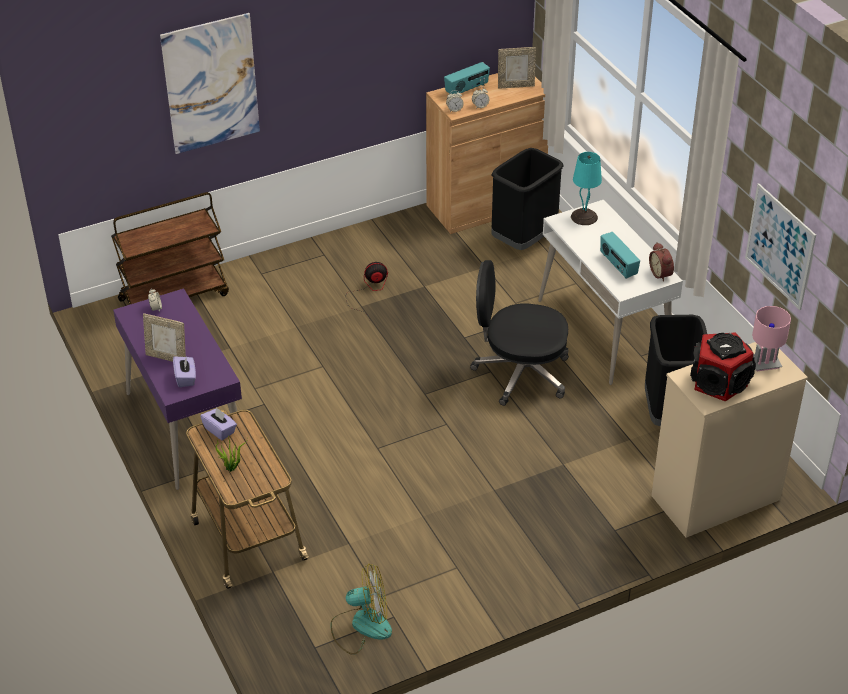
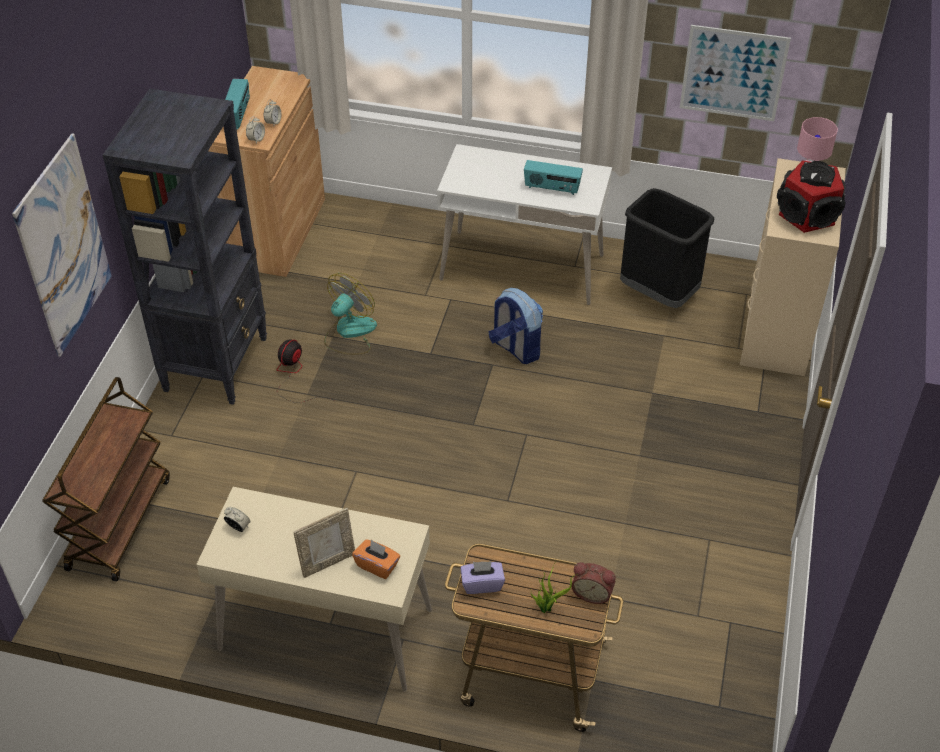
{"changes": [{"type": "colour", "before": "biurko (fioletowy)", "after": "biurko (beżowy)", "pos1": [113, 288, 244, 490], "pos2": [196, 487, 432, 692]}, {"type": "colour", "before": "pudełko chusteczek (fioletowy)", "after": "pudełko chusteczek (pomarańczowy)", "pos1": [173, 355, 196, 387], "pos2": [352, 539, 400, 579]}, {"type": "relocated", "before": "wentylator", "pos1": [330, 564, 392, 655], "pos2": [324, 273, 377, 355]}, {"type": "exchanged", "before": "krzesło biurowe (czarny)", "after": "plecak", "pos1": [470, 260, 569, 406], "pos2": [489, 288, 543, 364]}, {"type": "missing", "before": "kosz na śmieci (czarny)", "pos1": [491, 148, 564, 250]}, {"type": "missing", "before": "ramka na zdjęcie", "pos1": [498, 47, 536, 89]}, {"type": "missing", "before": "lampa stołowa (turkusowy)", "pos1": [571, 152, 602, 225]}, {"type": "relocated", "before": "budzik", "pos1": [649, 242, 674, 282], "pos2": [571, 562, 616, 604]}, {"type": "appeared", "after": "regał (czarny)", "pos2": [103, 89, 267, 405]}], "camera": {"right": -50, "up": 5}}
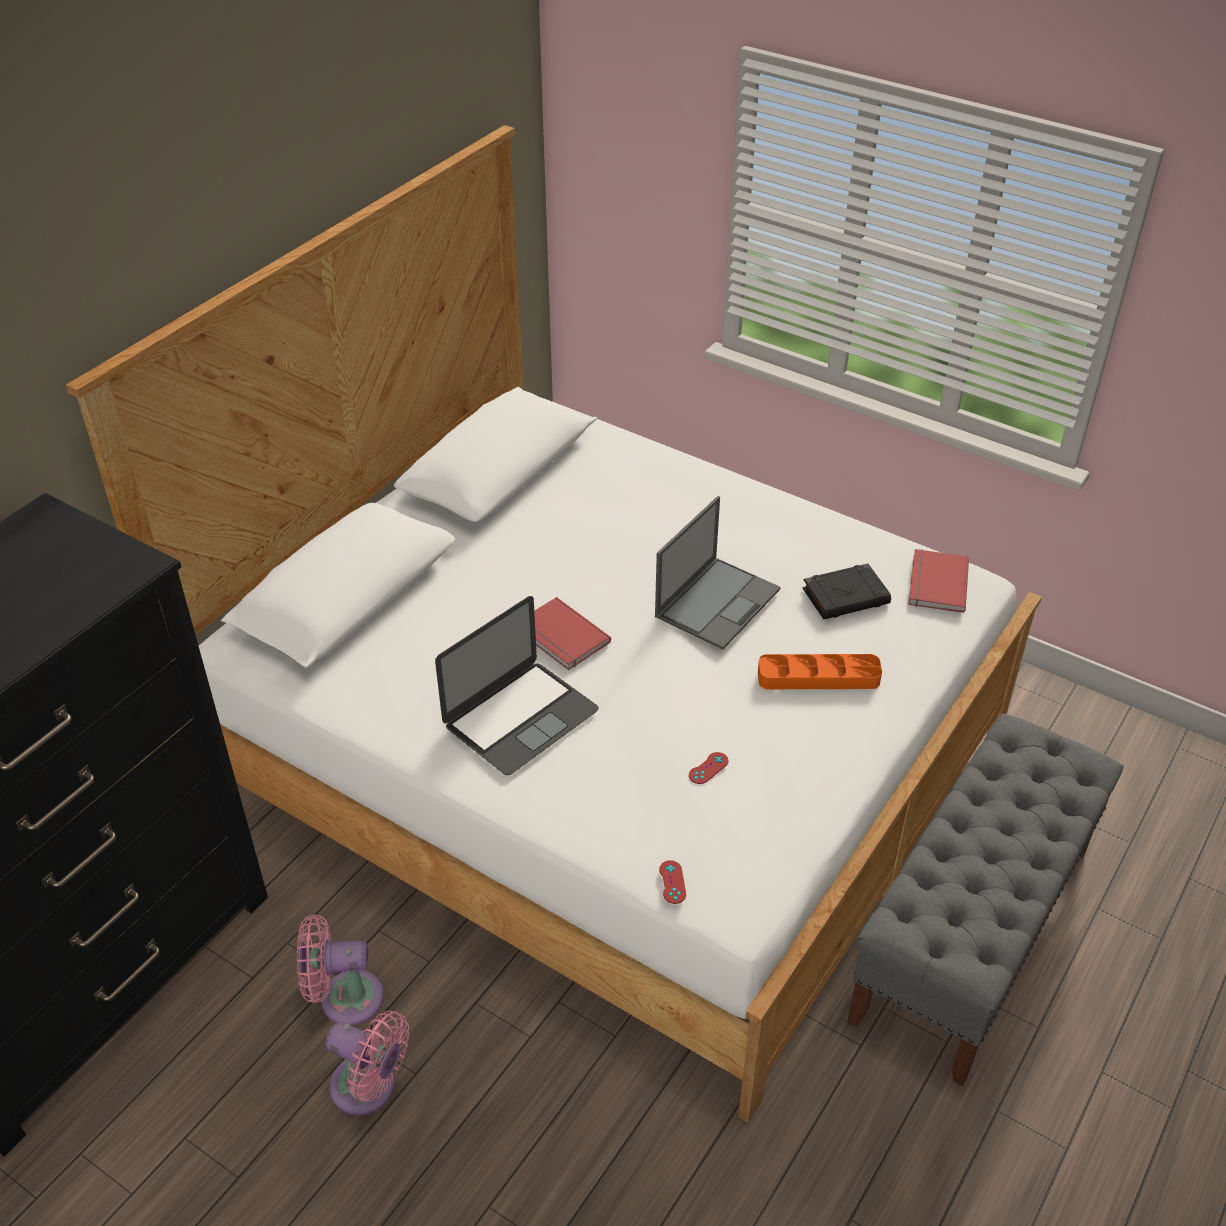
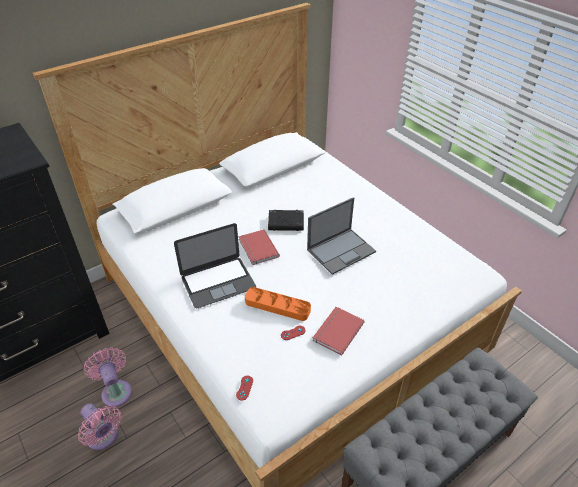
{"changes": [{"type": "spun", "before": "wentylator (różowy)", "pos1": [297, 914, 384, 1026], "pos2": [84, 347, 132, 407], "turn": 45}, {"type": "relocated", "before": "taca (pomarańczowy)", "pos1": [758, 654, 882, 689], "pos2": [245, 287, 311, 321]}, {"type": "relocated", "before": "książka (czarny)", "pos1": [803, 563, 891, 620], "pos2": [268, 210, 304, 231]}, {"type": "relocated", "before": "książka (czerwony)", "pos1": [908, 549, 969, 613], "pos2": [312, 307, 365, 356]}], "camera": {"right": 20, "up": 0}}
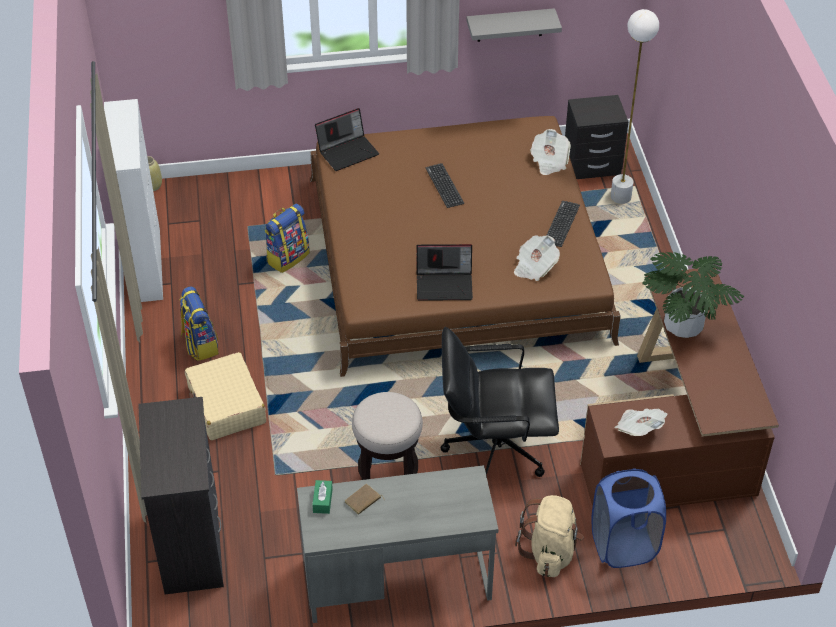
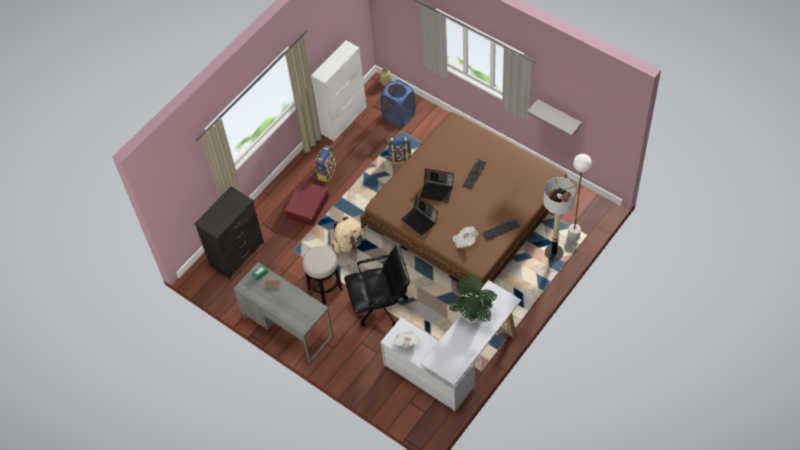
{"changes": [{"type": "colour", "before": "walizka (beżowy)", "after": "walizka (czerwony)", "pos1": [185, 352, 266, 440], "pos2": [285, 180, 329, 226]}, {"type": "relocated", "before": "laptop", "pos1": [315, 108, 379, 171], "pos2": [420, 168, 454, 203]}, {"type": "spun", "before": "krzesło biurowe (czarny)", "pos1": [441, 327, 559, 477], "pos2": [344, 245, 410, 326], "turn": 120}, {"type": "relocated", "before": "plecak (beżowy)", "pos1": [515, 495, 584, 577], "pos2": [332, 216, 365, 253]}, {"type": "missing", "before": "gazeta", "pos1": [530, 129, 571, 175]}, {"type": "missing", "before": "szafka nocna (czarny)", "pos1": [565, 95, 628, 179]}, {"type": "colour", "before": "biurko (brązowy)", "after": "biurko (biały)", "pos1": [580, 267, 779, 507], "pos2": [381, 280, 521, 411]}, {"type": "relocated", "before": "kosz na pranie (niebieski)", "pos1": [591, 468, 666, 568], "pos2": [380, 80, 416, 126]}, {"type": "appeared", "after": "lampa stojąca", "pos2": [544, 177, 576, 261]}], "camera": {"right": 50, "up": 10}}
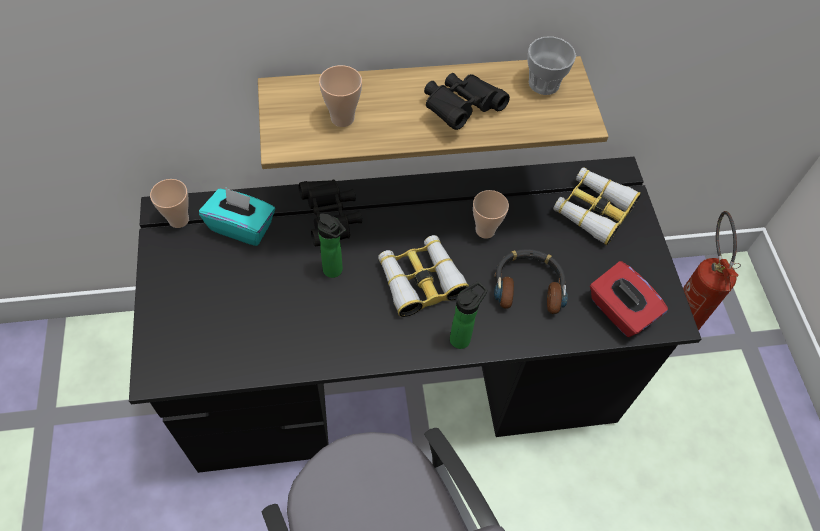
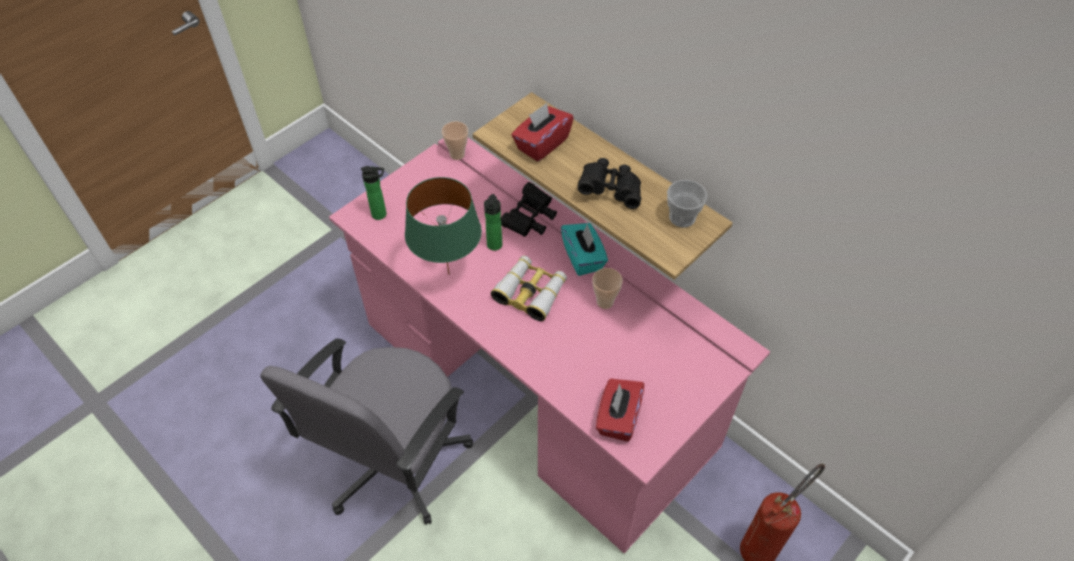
{"changes": [{"type": "colour", "before": "biurko (czarny)", "after": "biurko (różowy)", "pos1": [129, 157, 701, 473], "pos2": [329, 138, 770, 553]}, {"type": "relocated", "before": "pudełko chusteczek (turkusowy)", "pos1": [199, 187, 275, 246], "pos2": [561, 223, 608, 276]}, {"type": "exchanged", "before": "filiżanka", "after": "pudełko chusteczek (czerwony)", "pos1": [319, 65, 362, 127], "pos2": [511, 103, 574, 162]}, {"type": "relocated", "before": "butelka", "pos1": [450, 281, 488, 349], "pos2": [361, 166, 387, 220]}, {"type": "missing", "before": "słuchawki", "pos1": [494, 249, 568, 314]}, {"type": "missing", "before": "lornetka", "pos1": [553, 167, 641, 245]}, {"type": "appeared", "after": "lampa stołowa (zielony)", "pos2": [405, 177, 482, 275]}], "camera": {"right": 55, "up": -5}}
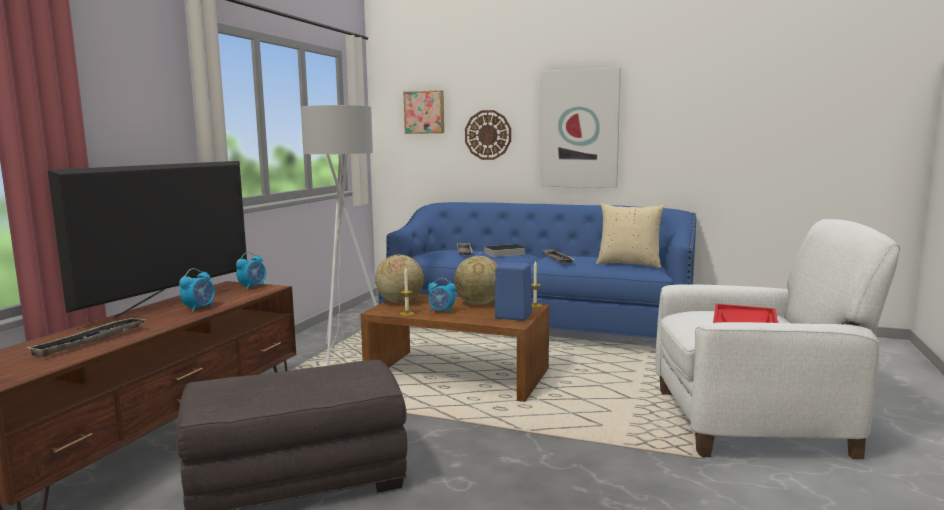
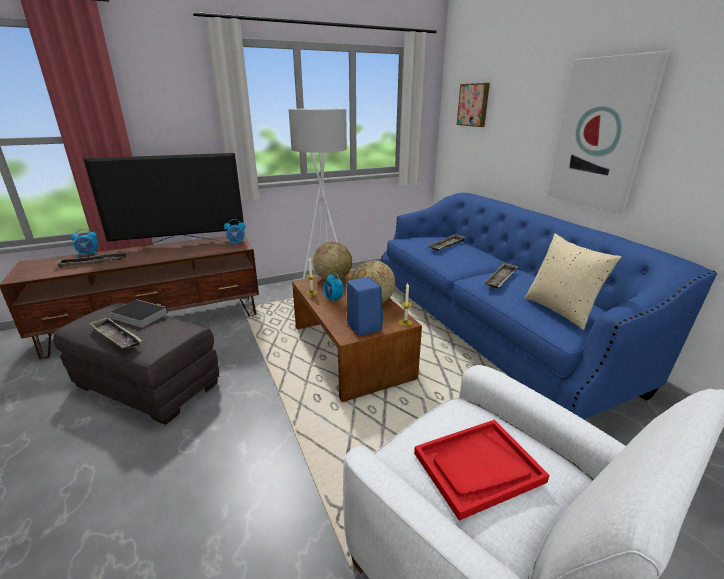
{"changes": [{"type": "relocated", "before": "budzik", "pos1": [179, 268, 215, 312], "pos2": [71, 229, 98, 257]}, {"type": "missing", "before": "zegar ścienny", "pos1": [465, 110, 511, 160]}, {"type": "relocated", "before": "książka", "pos1": [478, 244, 525, 257], "pos2": [111, 299, 168, 328]}, {"type": "appeared", "after": "taca", "pos2": [89, 317, 142, 349]}], "camera": {"right": 45, "up": 15}}
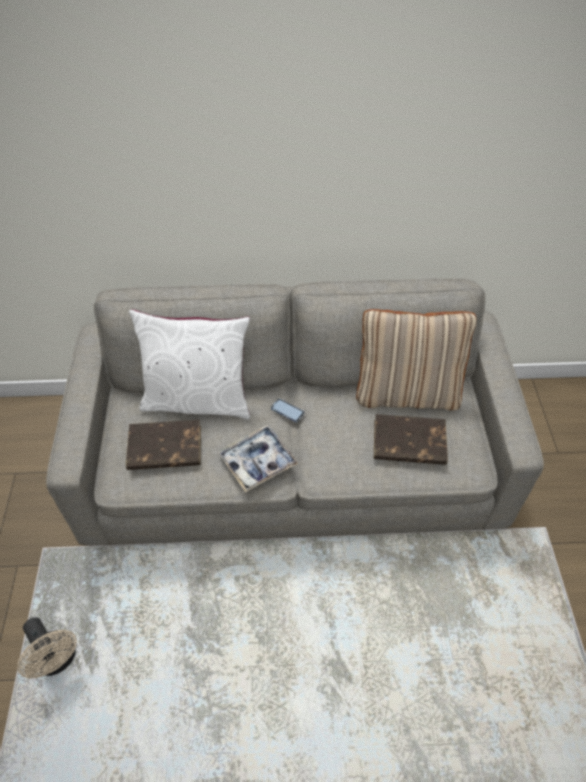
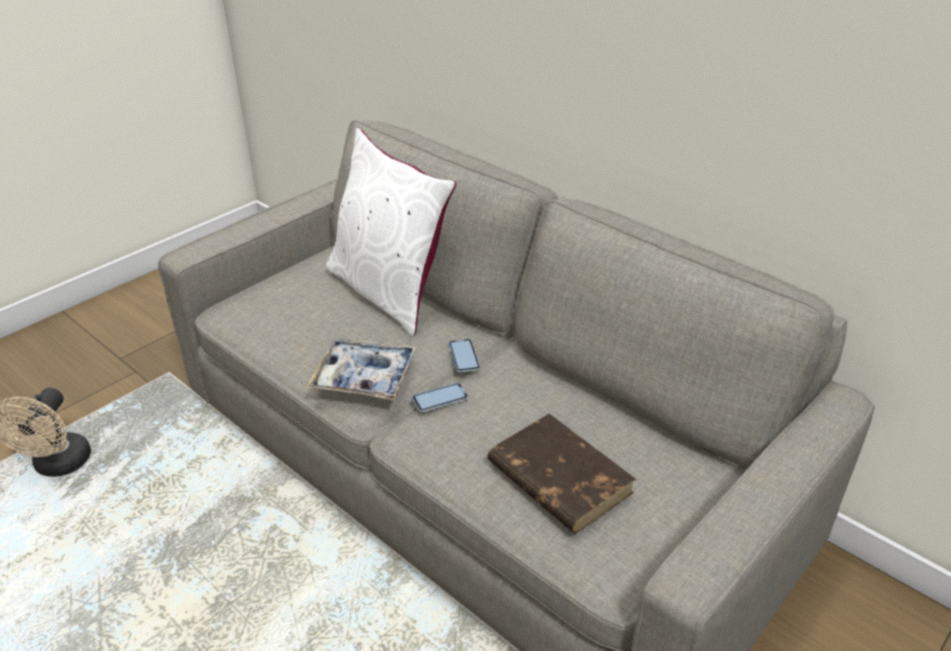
{"changes": [{"type": "missing", "before": "książka (brązowy)", "pos1": [126, 420, 201, 470]}, {"type": "missing", "before": "poduszka (beżowy)", "pos1": [356, 309, 477, 411]}, {"type": "appeared", "after": "telefon", "pos2": [412, 383, 468, 412]}], "camera": {"right": 45, "up": -15}}
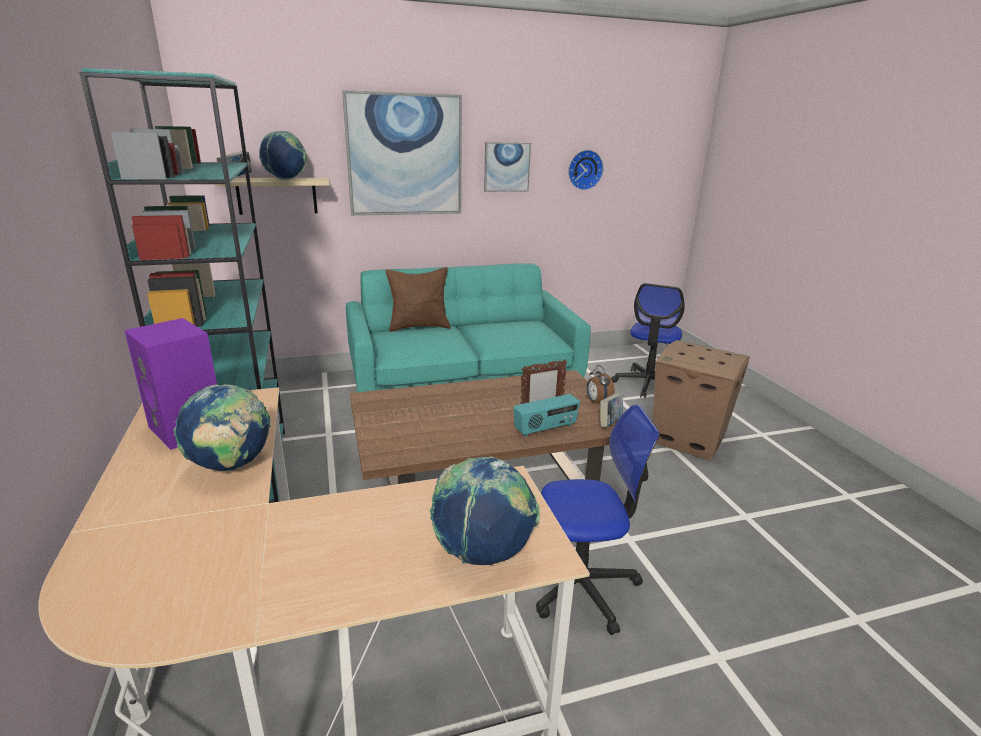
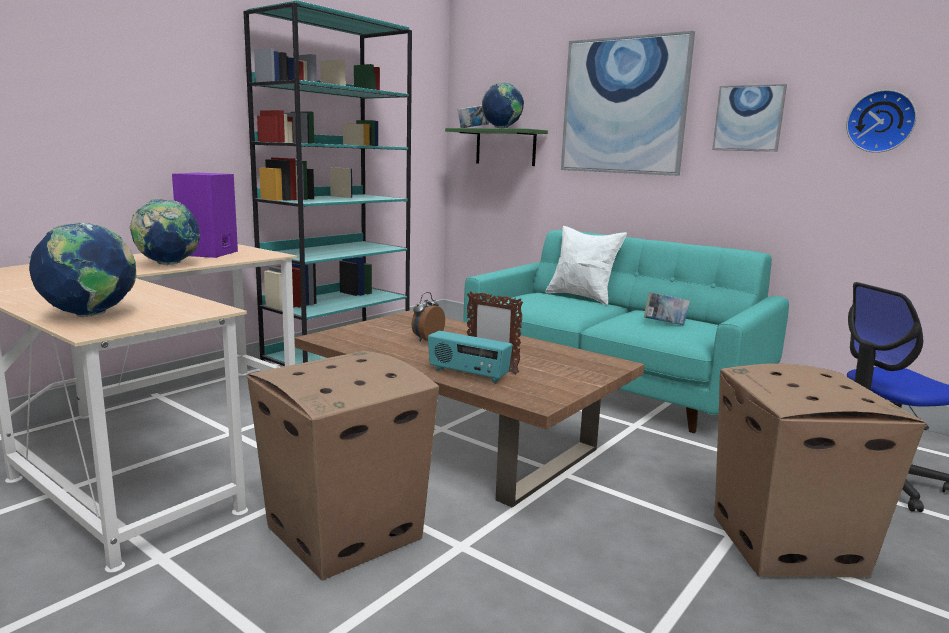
{"changes": [{"type": "colour", "before": "półka (beżowy)", "after": "półka (zielony)", "pos1": [214, 178, 329, 215], "pos2": [445, 128, 548, 166]}, {"type": "colour", "before": "poduszka (brązowy)", "after": "poduszka (biały)", "pos1": [385, 267, 451, 332], "pos2": [546, 226, 627, 305]}, {"type": "exchanged", "before": "krzesło biurowe", "after": "karton", "pos1": [536, 404, 660, 635], "pos2": [247, 351, 439, 581]}, {"type": "relocated", "before": "budzik", "pos1": [587, 365, 615, 404], "pos2": [411, 292, 445, 342]}, {"type": "relocated", "before": "książka", "pos1": [600, 393, 623, 427], "pos2": [644, 292, 690, 326]}], "camera": {"right": 55, "up": -10}}
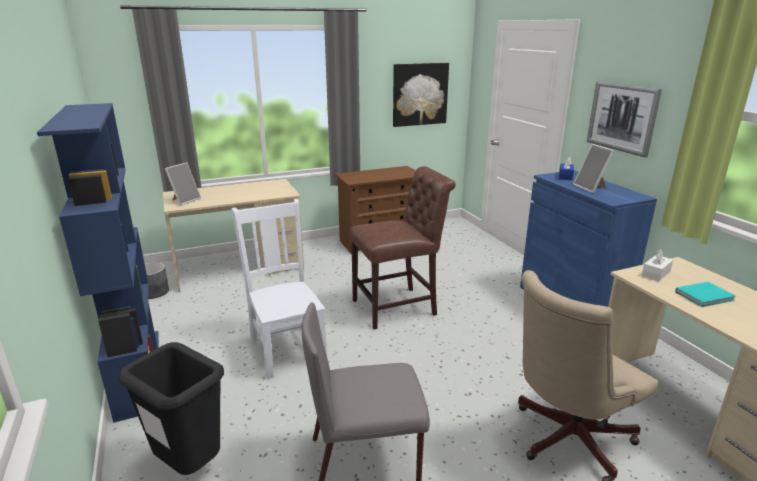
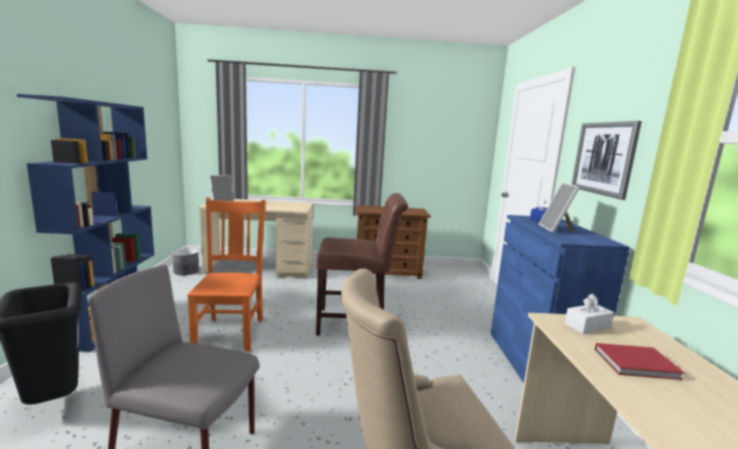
{"changes": [{"type": "colour", "before": "krzesło (biały)", "after": "krzesło (pomarańczowy)", "pos1": [231, 199, 327, 379], "pos2": [187, 197, 266, 352]}, {"type": "missing", "before": "obraz", "pos1": [393, 63, 449, 127]}, {"type": "colour", "before": "książka (turkusowy)", "after": "książka (czerwony)", "pos1": [675, 282, 736, 307], "pos2": [595, 343, 685, 380]}], "camera": {"right": 20, "up": -10}}
